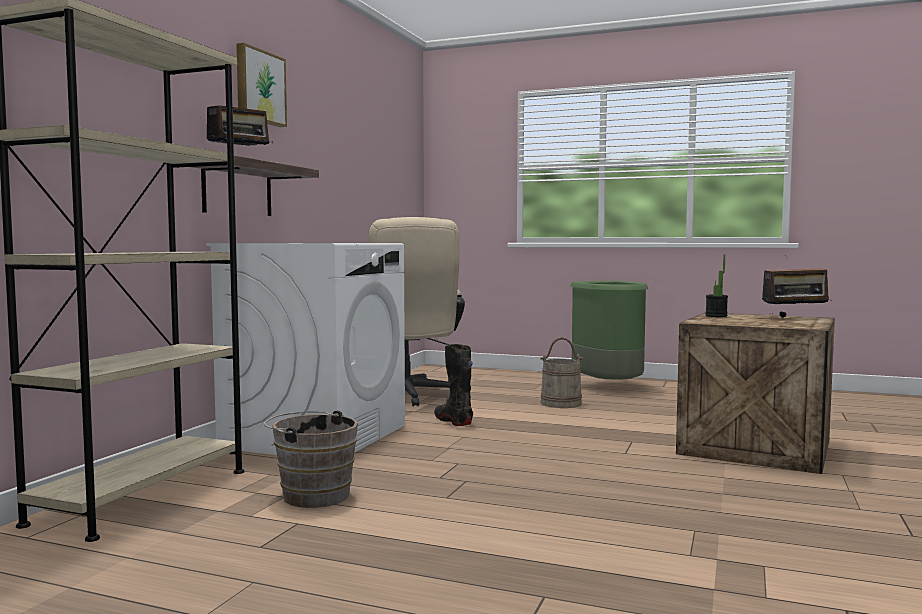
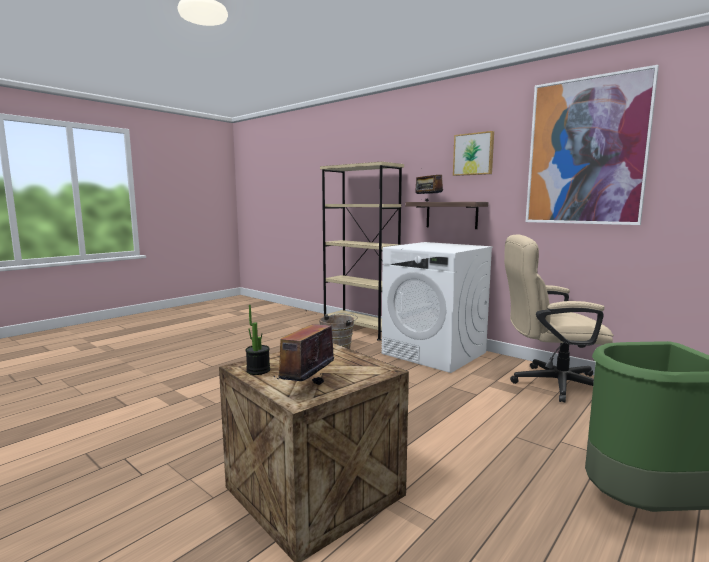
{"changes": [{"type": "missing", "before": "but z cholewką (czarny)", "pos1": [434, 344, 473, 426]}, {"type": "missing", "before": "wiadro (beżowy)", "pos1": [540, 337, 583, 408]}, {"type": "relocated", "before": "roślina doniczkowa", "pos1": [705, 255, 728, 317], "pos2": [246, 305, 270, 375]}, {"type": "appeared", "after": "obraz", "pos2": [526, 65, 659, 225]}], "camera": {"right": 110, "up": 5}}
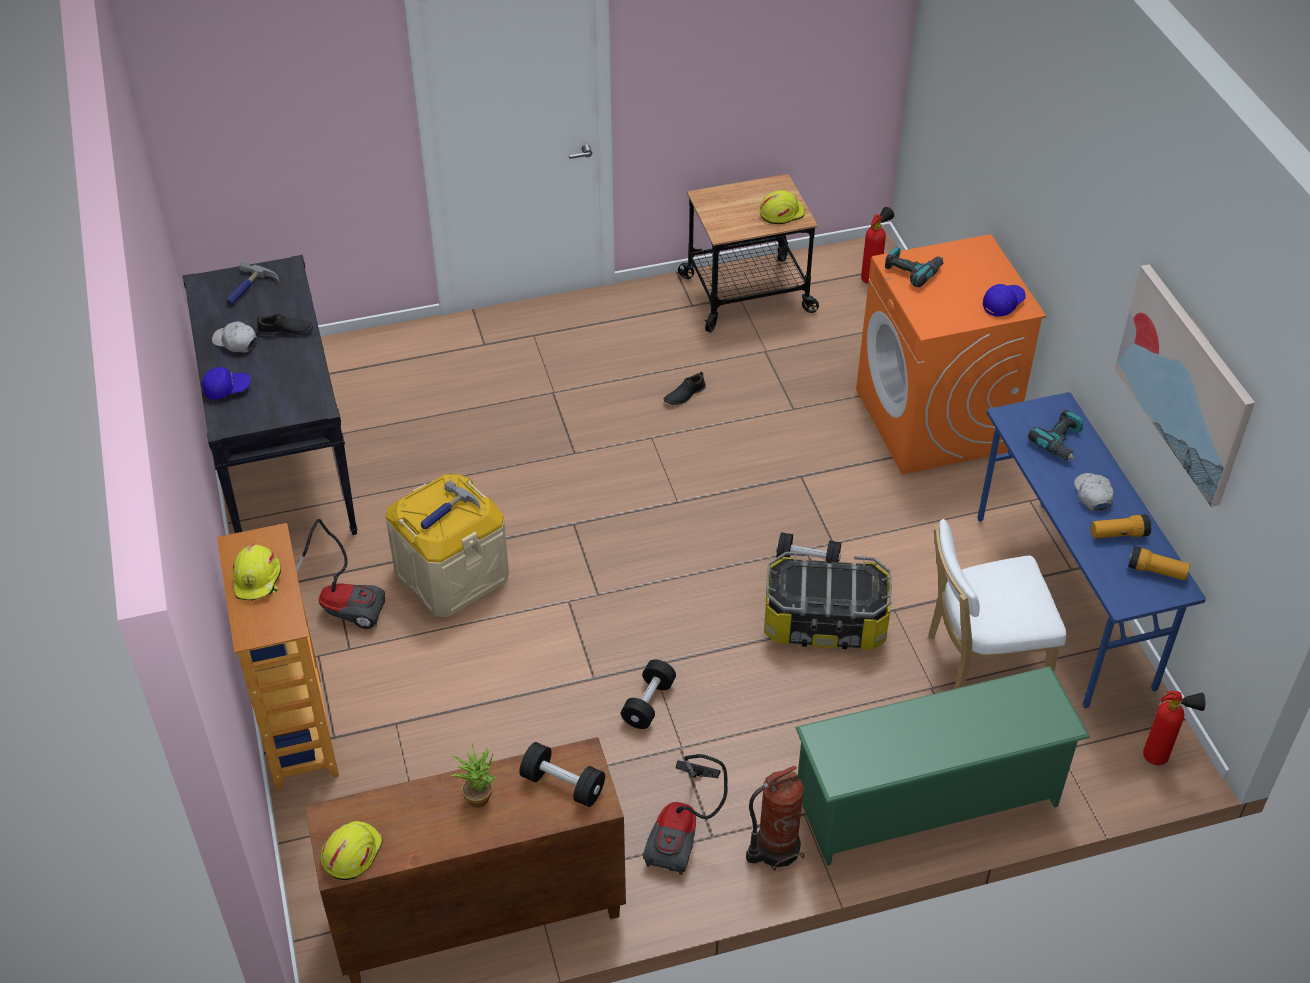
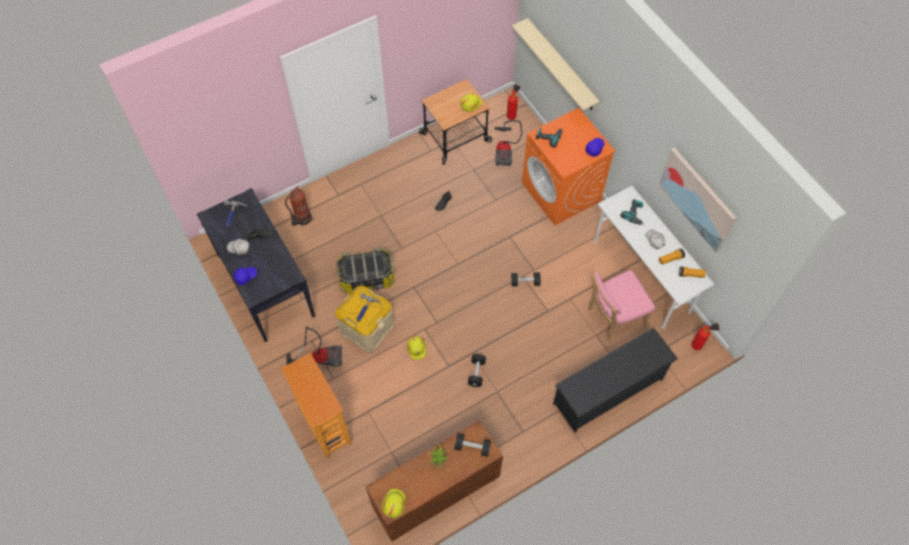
{"changes": [{"type": "relocated", "before": "kask (żółty)", "pos1": [233, 544, 281, 601], "pos2": [407, 336, 427, 360]}, {"type": "relocated", "before": "odkurzacz", "pos1": [643, 754, 728, 875], "pos2": [495, 120, 522, 166]}, {"type": "relocated", "before": "gaśnica", "pos1": [746, 766, 804, 870], "pos2": [285, 186, 314, 226]}, {"type": "relocated", "before": "pojemnik do przechowywania", "pos1": [764, 552, 892, 650], "pos2": [336, 248, 395, 294]}, {"type": "colour", "before": "regał na buty (zielony)", "after": "regał na buty (czarny)", "pos1": [795, 666, 1090, 865], "pos2": [553, 328, 678, 432]}, {"type": "colour", "before": "krzesło (biały)", "after": "krzesło (różowy)", "pos1": [928, 519, 1067, 689], "pos2": [588, 270, 655, 341]}, {"type": "colour", "before": "biurko (niebieski)", "after": "biurko (biały)", "pos1": [977, 392, 1206, 708], "pos2": [594, 186, 714, 329]}, {"type": "appeared", "after": "półka (beżowy)", "pos2": [512, 18, 600, 111]}], "camera": {"right": -15, "up": 15}}
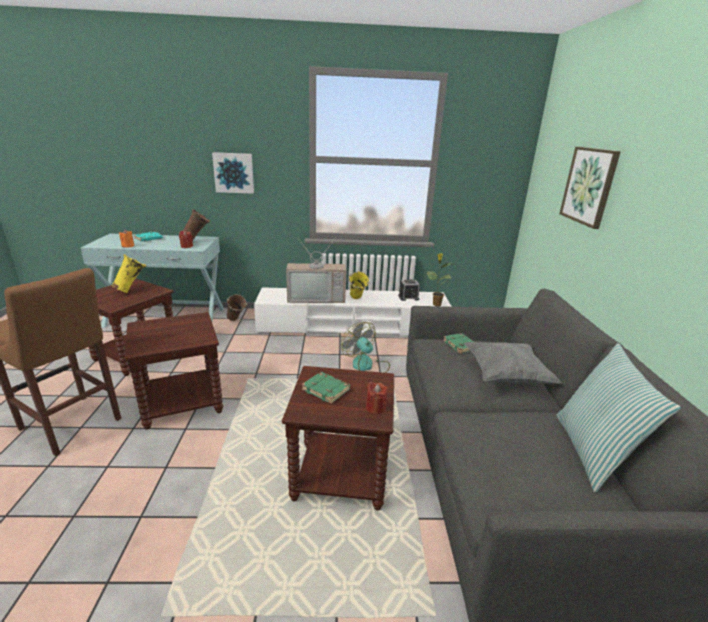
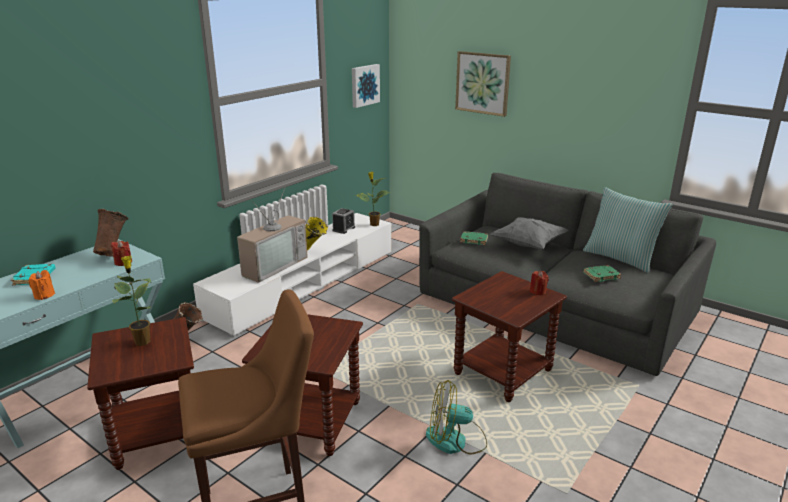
{"changes": [{"type": "exchanged", "before": "wazon (żółty)", "after": "roślina doniczkowa", "pos1": [111, 254, 147, 293], "pos2": [112, 256, 152, 346]}, {"type": "relocated", "before": "obraz", "pos1": [212, 152, 254, 194], "pos2": [352, 64, 380, 108]}, {"type": "relocated", "before": "książka (zielony)", "pos1": [302, 372, 350, 404], "pos2": [583, 265, 622, 282]}, {"type": "relocated", "before": "wentylator", "pos1": [341, 322, 390, 373], "pos2": [426, 380, 487, 454]}], "camera": {"right": -50, "up": 0}}
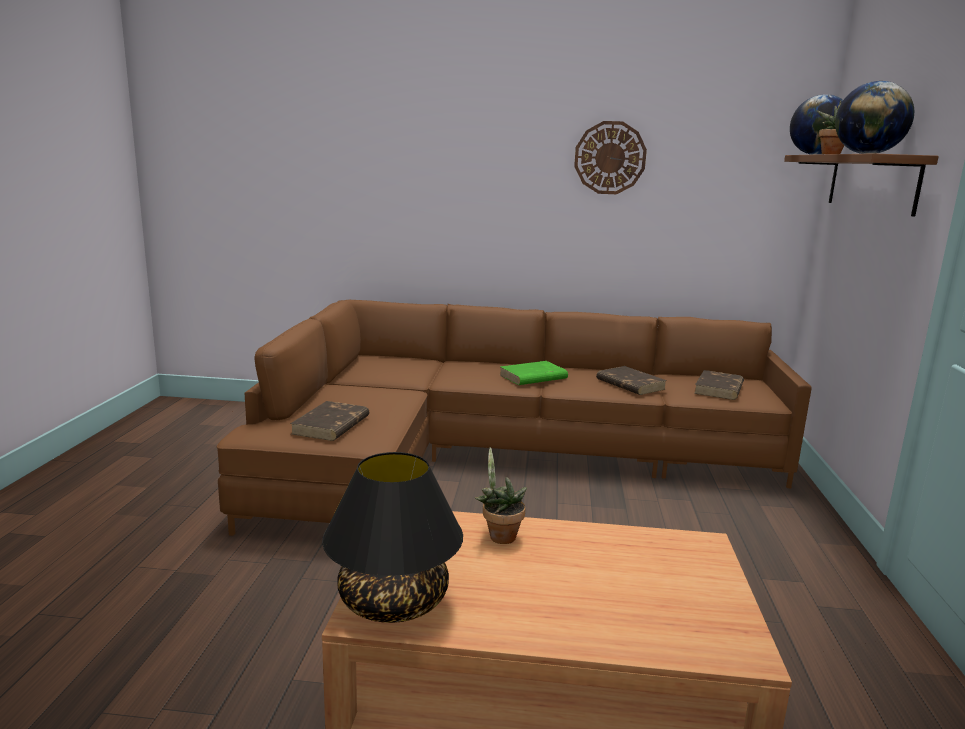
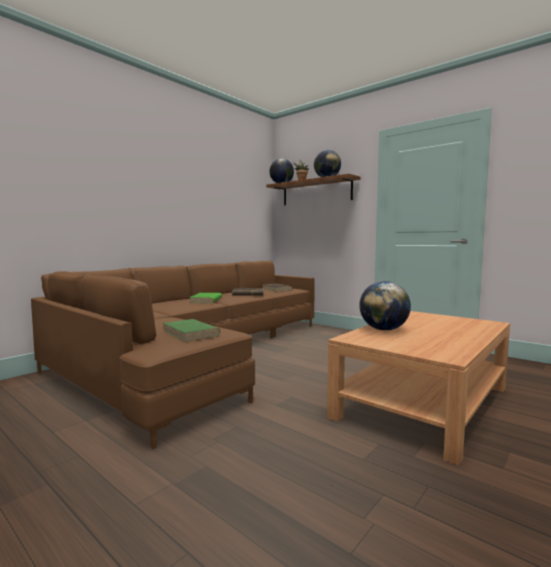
{"changes": [{"type": "colour", "before": "książka (brązowy)", "after": "książka (zielony)", "pos1": [290, 401, 369, 441], "pos2": [163, 319, 221, 342]}, {"type": "missing", "before": "lampa stołowa (czarny)", "pos1": [322, 452, 463, 623]}, {"type": "exchanged", "before": "roślina doniczkowa", "after": "globus", "pos1": [475, 447, 527, 544], "pos2": [359, 281, 411, 331]}, {"type": "missing", "before": "zegar ścienny", "pos1": [574, 121, 647, 194]}], "camera": {"right": -55, "up": -10}}
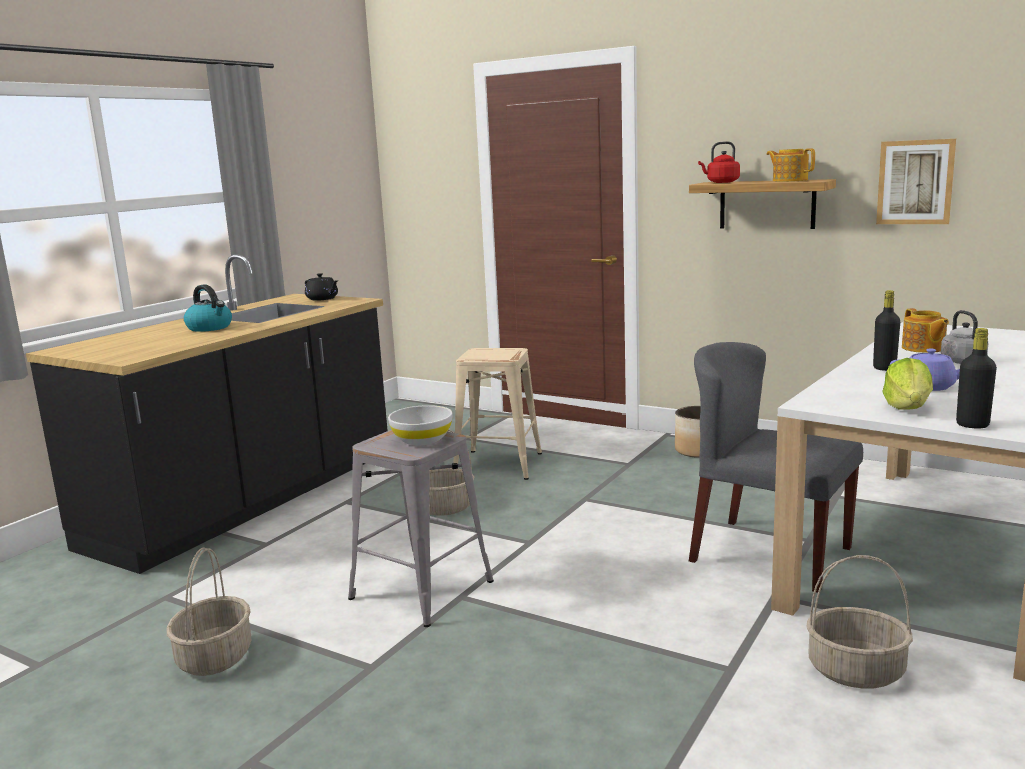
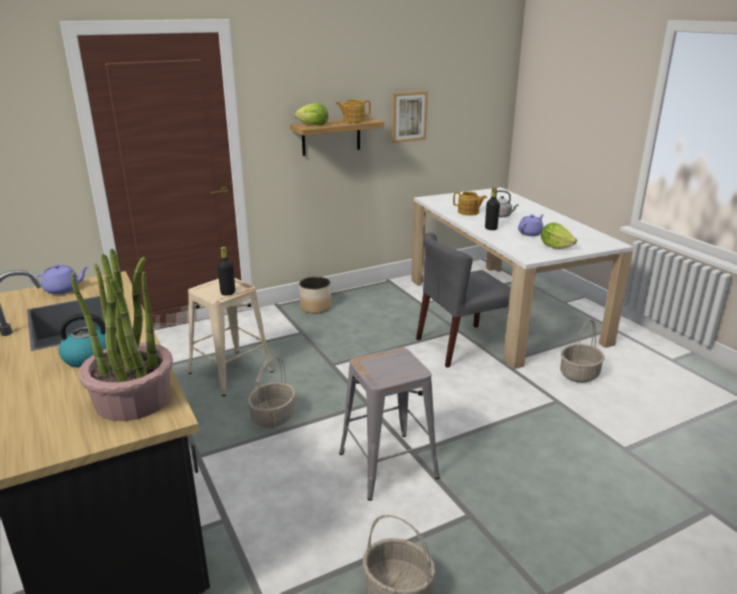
{"changes": [{"type": "colour", "before": "imbryk (czarny)", "after": "imbryk (fioletowy)", "pos1": [305, 273, 338, 301], "pos2": [30, 264, 90, 294]}, {"type": "missing", "before": "miska (biały)", "pos1": [388, 405, 453, 445]}, {"type": "exchanged", "before": "czajnik (czerwony)", "after": "sałata", "pos1": [698, 141, 740, 183], "pos2": [295, 103, 328, 126]}, {"type": "relocated", "before": "butelka (czarny)", "pos1": [956, 328, 997, 428], "pos2": [217, 247, 235, 296]}, {"type": "appeared", "after": "roślina doniczkowa", "pos2": [71, 249, 173, 421]}], "camera": {"right": -60, "up": 10}}
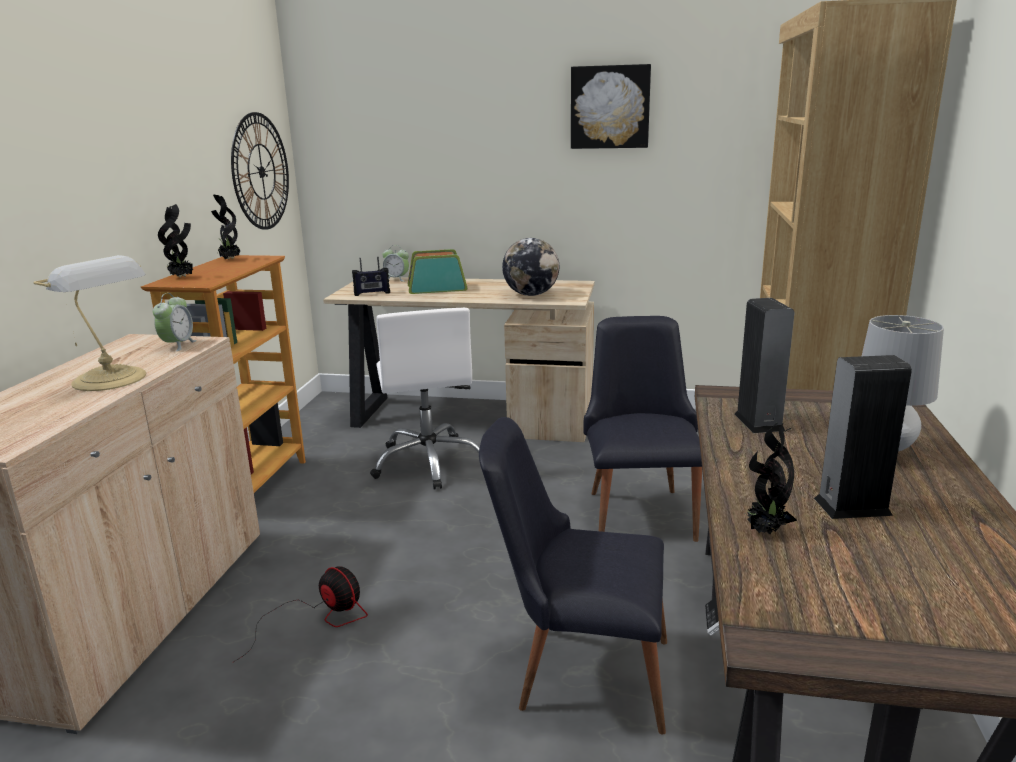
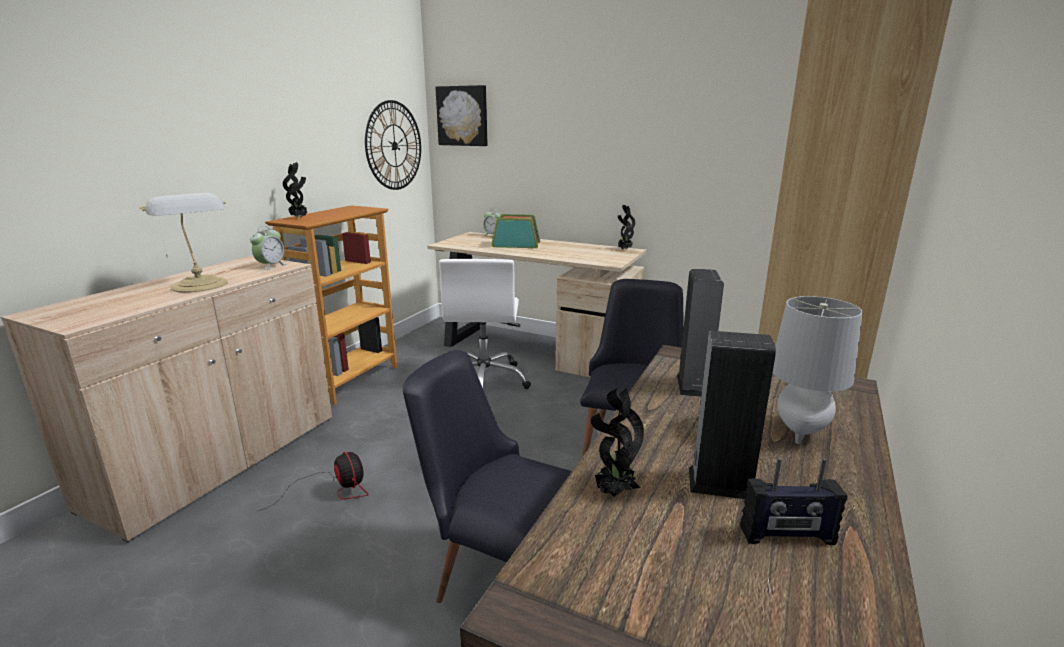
{"changes": [{"type": "relocated", "before": "roślina doniczkowa", "pos1": [211, 194, 240, 260], "pos2": [618, 205, 635, 249]}, {"type": "relocated", "before": "radio", "pos1": [352, 256, 390, 296], "pos2": [741, 458, 847, 545]}, {"type": "missing", "before": "globus", "pos1": [502, 238, 559, 296]}, {"type": "relocated", "before": "obraz", "pos1": [571, 64, 651, 149], "pos2": [435, 85, 488, 146]}], "camera": {"right": 15, "up": 0}}
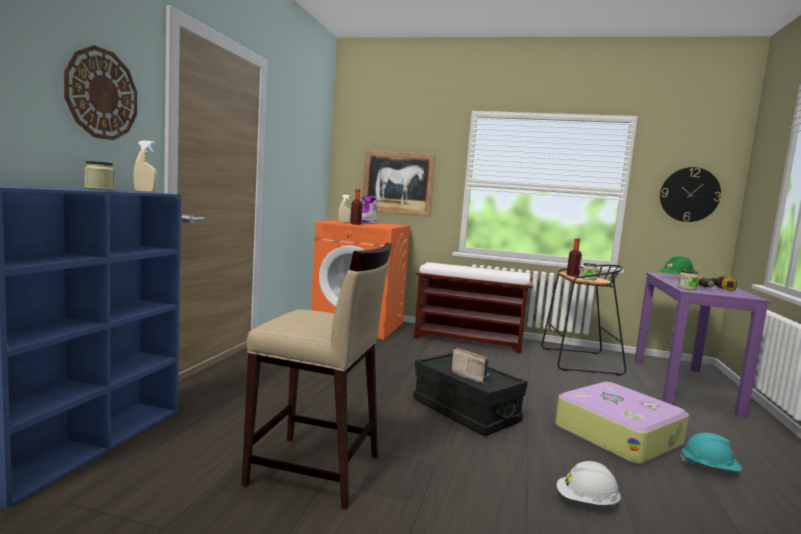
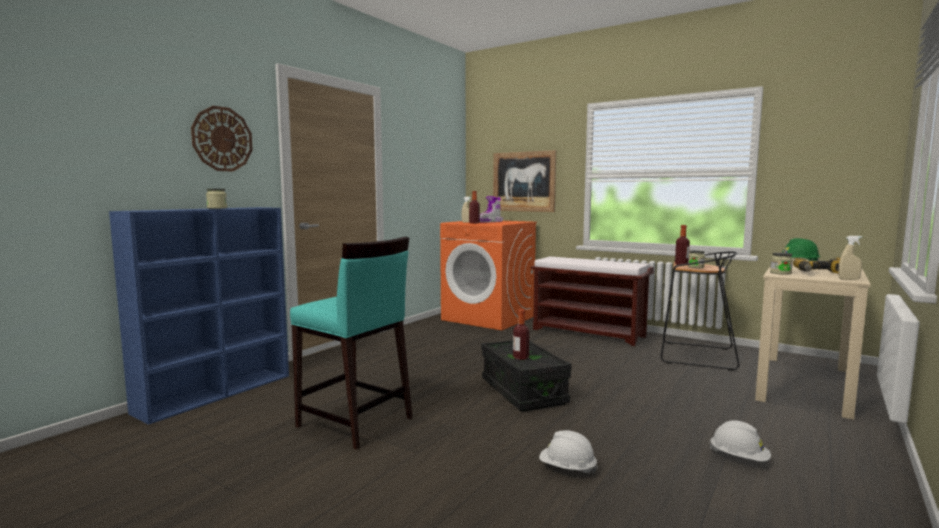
{"changes": [{"type": "relocated", "before": "spryskiwacz (beżowy)", "pos1": [134, 140, 157, 192], "pos2": [839, 236, 862, 280]}, {"type": "colour", "before": "stołek (beżowy)", "after": "stołek (turkusowy)", "pos1": [242, 242, 392, 510], "pos2": [290, 237, 413, 450]}, {"type": "exchanged", "before": "radio", "after": "butelka", "pos1": [451, 348, 489, 384], "pos2": [513, 309, 529, 360]}, {"type": "missing", "before": "walizka", "pos1": [555, 382, 689, 465]}, {"type": "colour", "before": "biurko (fioletowy)", "after": "biurko (beżowy)", "pos1": [635, 272, 771, 418], "pos2": [755, 259, 871, 420]}, {"type": "missing", "before": "zegar ścienny", "pos1": [660, 167, 721, 222]}, {"type": "colour", "before": "kask (turkusowy)", "after": "kask (biały)", "pos1": [680, 433, 742, 471], "pos2": [709, 420, 771, 462]}], "camera": {"right": 20, "up": 0}}
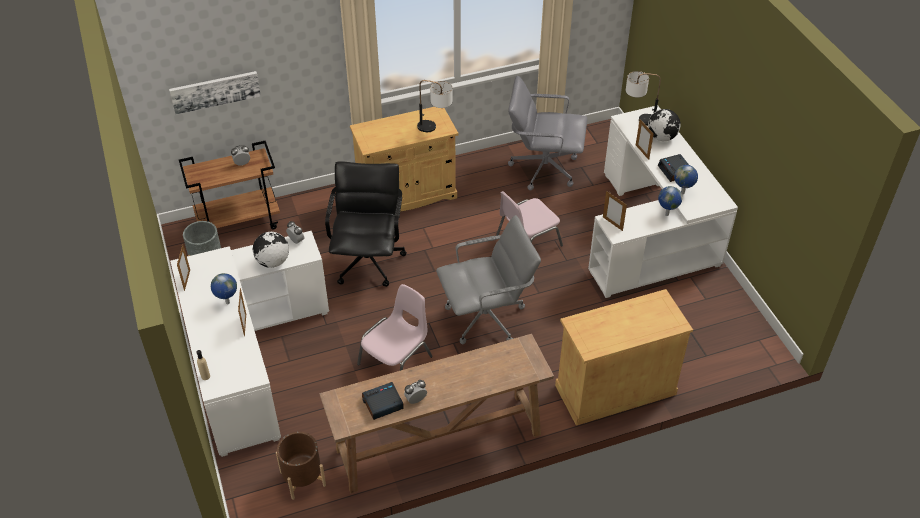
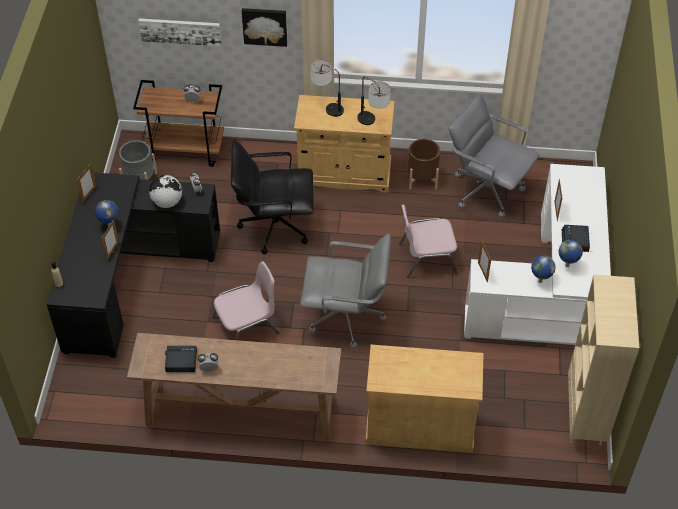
{"changes": [{"type": "colour", "before": "biurko (biały)", "after": "biurko (czarny)", "pos1": [170, 231, 329, 457], "pos2": [46, 173, 220, 358]}, {"type": "relocated", "before": "donica (brązowy)", "pos1": [276, 432, 326, 500], "pos2": [407, 139, 440, 189]}, {"type": "spun", "before": "krzesło biurowe (czarny)", "pos1": [325, 161, 407, 287], "pos2": [231, 140, 314, 254], "turn": -120}, {"type": "relocated", "before": "lampa stołowa", "pos1": [626, 71, 661, 126], "pos2": [310, 59, 344, 117]}, {"type": "missing", "before": "globus", "pos1": [648, 109, 681, 141]}, {"type": "appeared", "after": "obraz", "pos2": [242, 8, 287, 47]}, {"type": "appeared", "after": "regał (beżowy)", "pos2": [568, 275, 639, 445]}], "camera": {"right": 25, "up": 5}}
